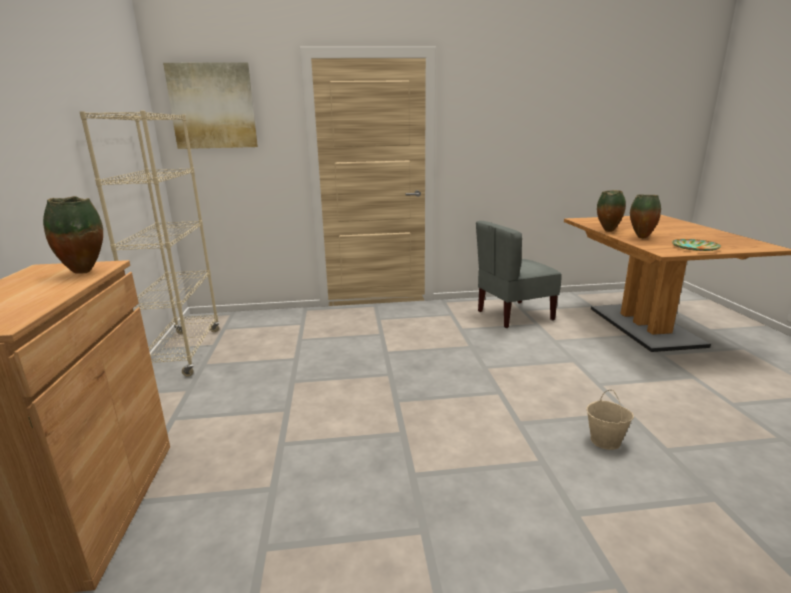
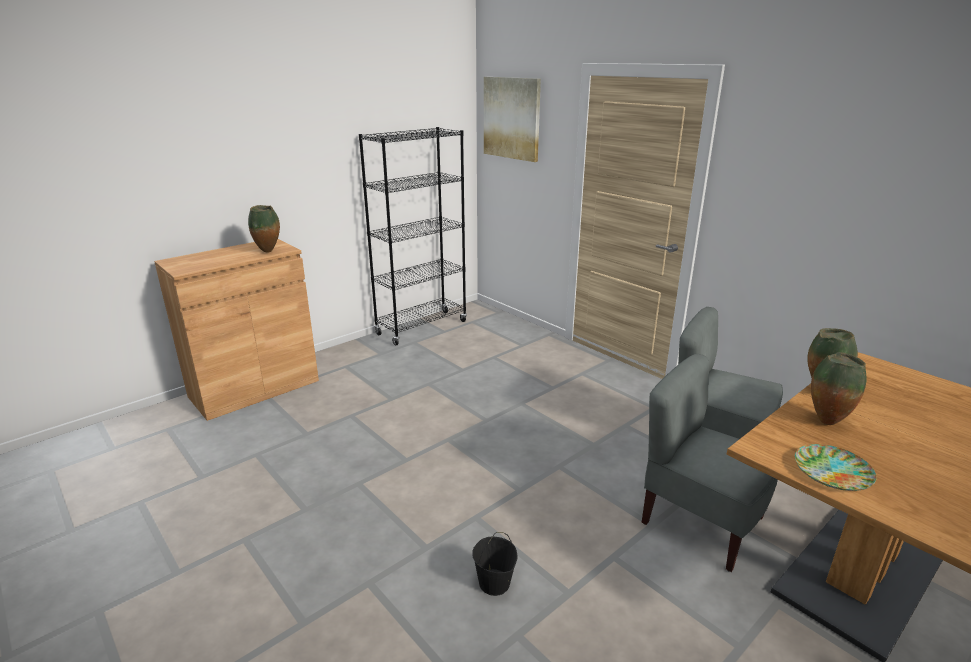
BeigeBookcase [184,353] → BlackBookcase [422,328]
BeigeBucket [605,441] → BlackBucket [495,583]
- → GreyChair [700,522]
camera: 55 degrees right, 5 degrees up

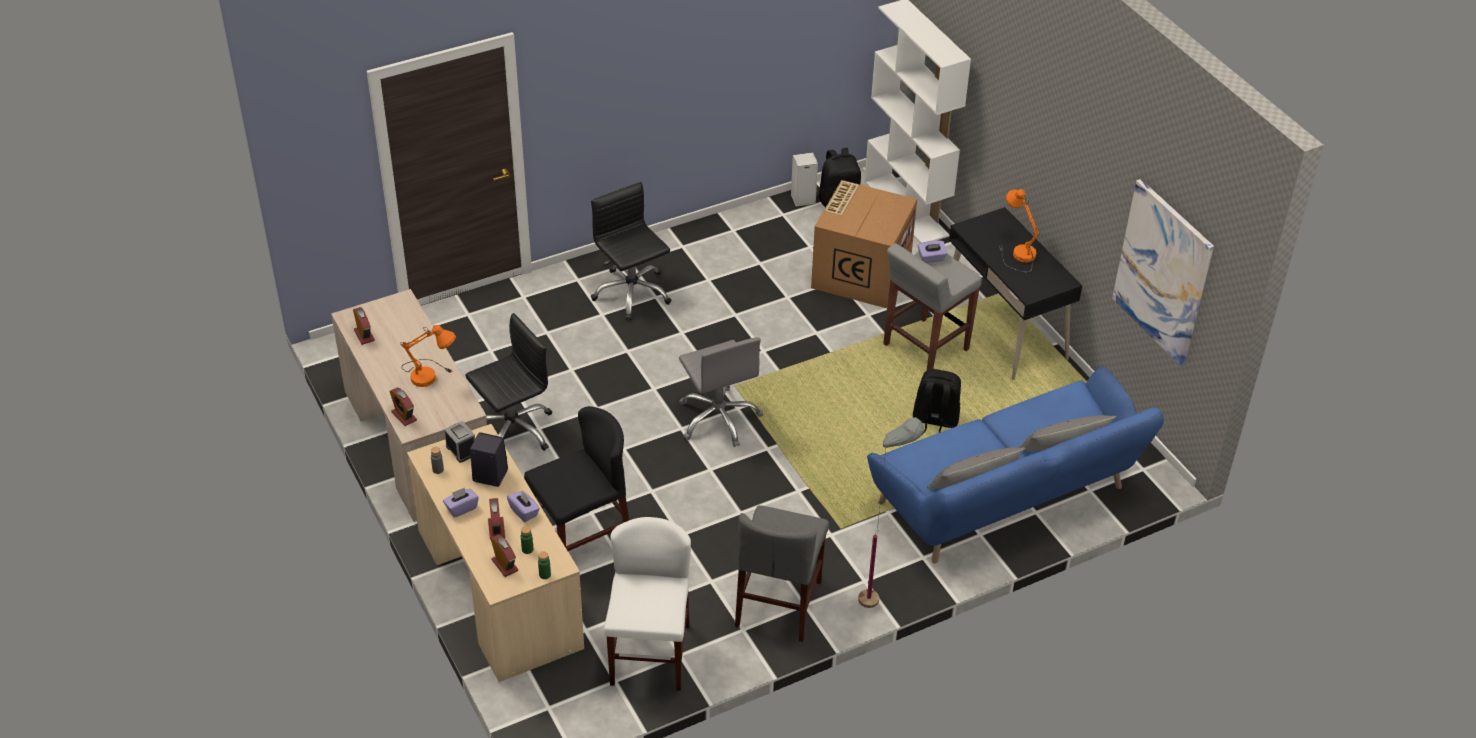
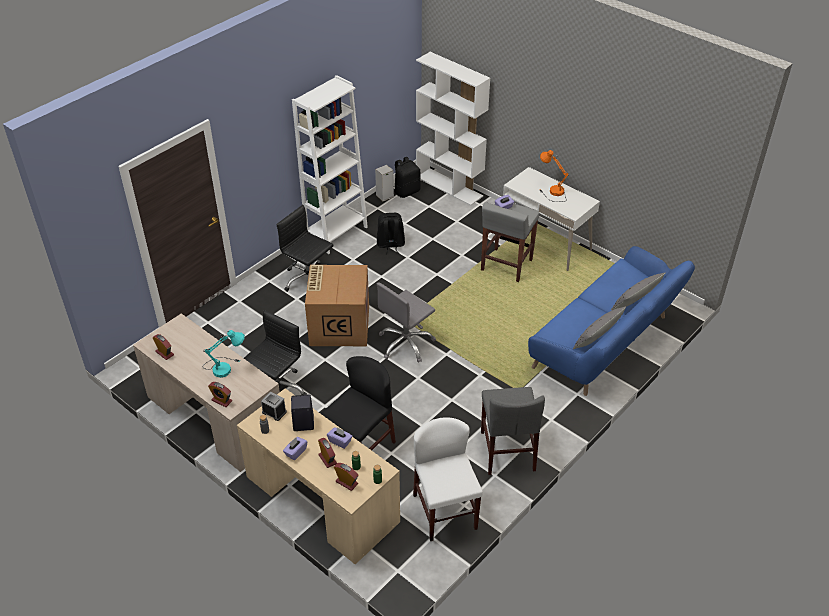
OrangeTableLamp [430,375] → TurquoiseTableLamp [225,367]
GreyOfficeChair [719,418] → GreyOfficeChair [406,343], 90 degrees clockwise
CardboardBox [860,273] → CardboardBox [339,325], relocated
GreyFloorLamp [881,594] → -
BlackBackpack [934,421] → BlackBackpack [390,245], relocated
BlackDesk [1004,329] → WhiteDesk [545,242]
Picture [1163,272] → -
- → WhiteBookcase [336,234]
camera: 20 degrees left, 0 degrees up

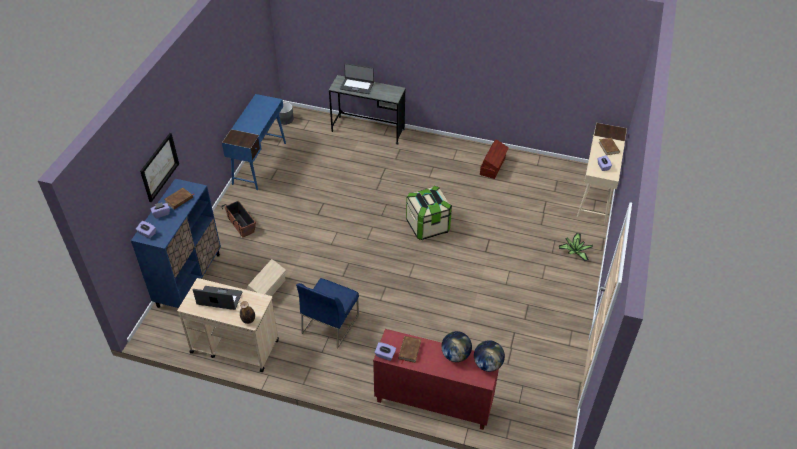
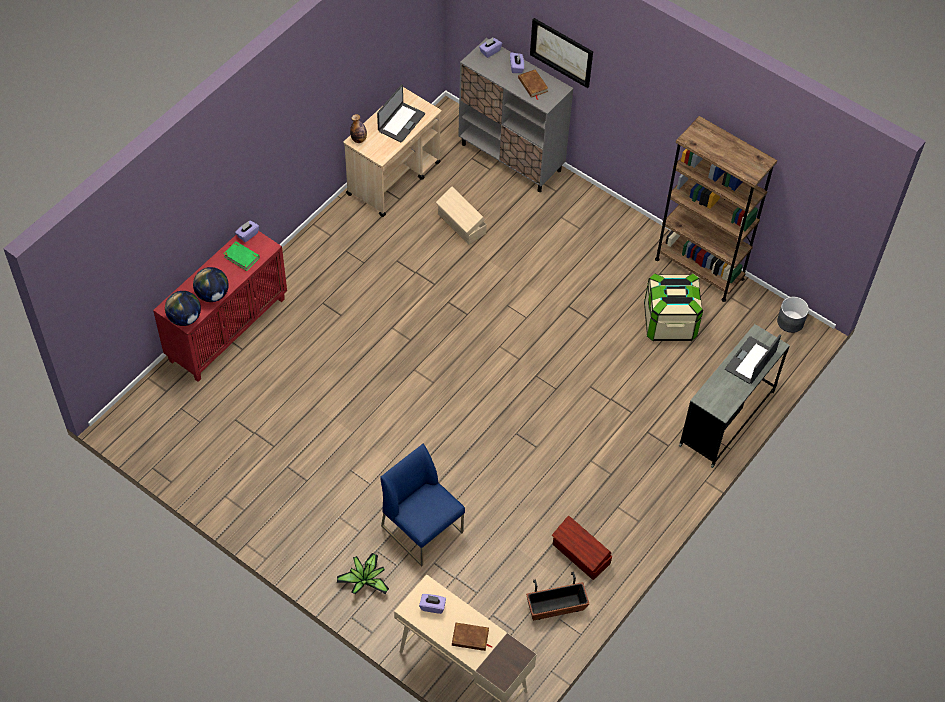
BlueCabinet [189,280] → GreyCabinet [511,157]
BlueDesk [259,163] → BrownBookcase [699,269]
Planter [241,224] → Planter [556,607], relocated
BlueChair [330,324] → BlueChair [423,529], relocated
BrownBook [409,350] → GreenBook [241,257]
StorageBox [427,226] → StorageBox [669,322], relocated
camera: 110 degrees right, 10 degrees up

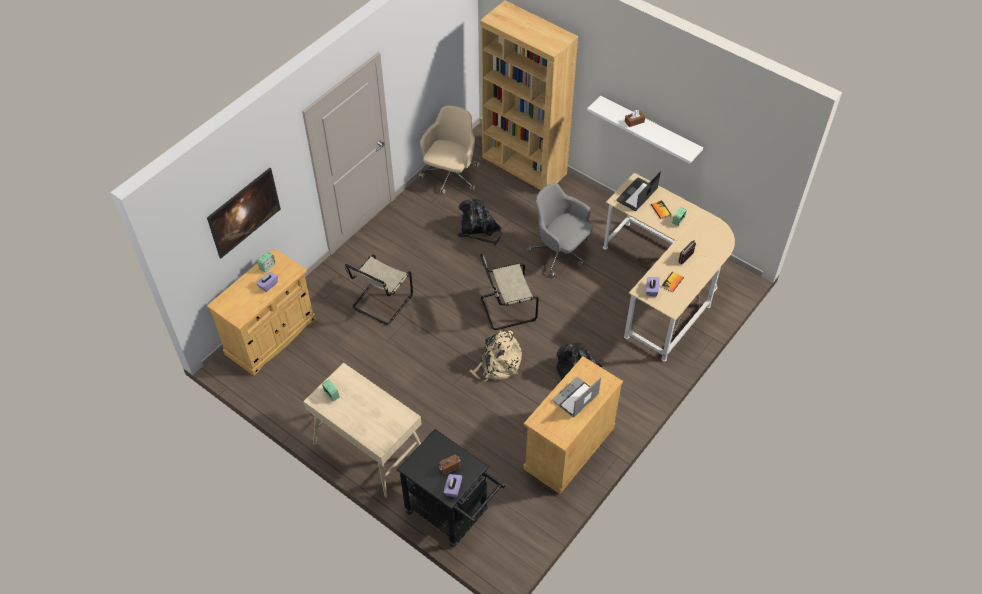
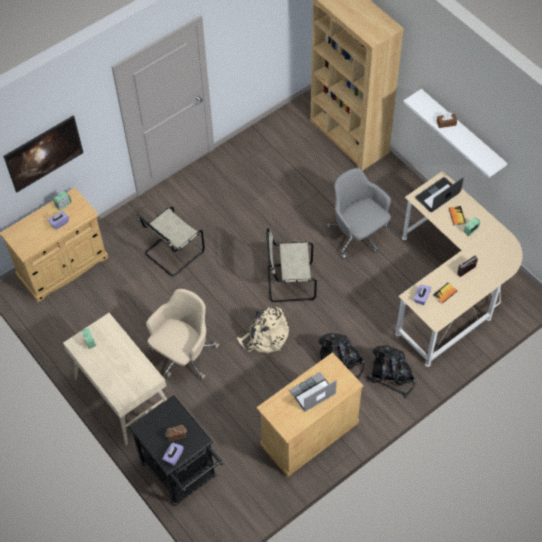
BeigeOfficeChair [450,176] → BeigeOfficeChair [183,355], relocated
BlackBackpack [479,230] → BlackBackpack [391,374], relocated
camera: 15 degrees right, 5 degrees up

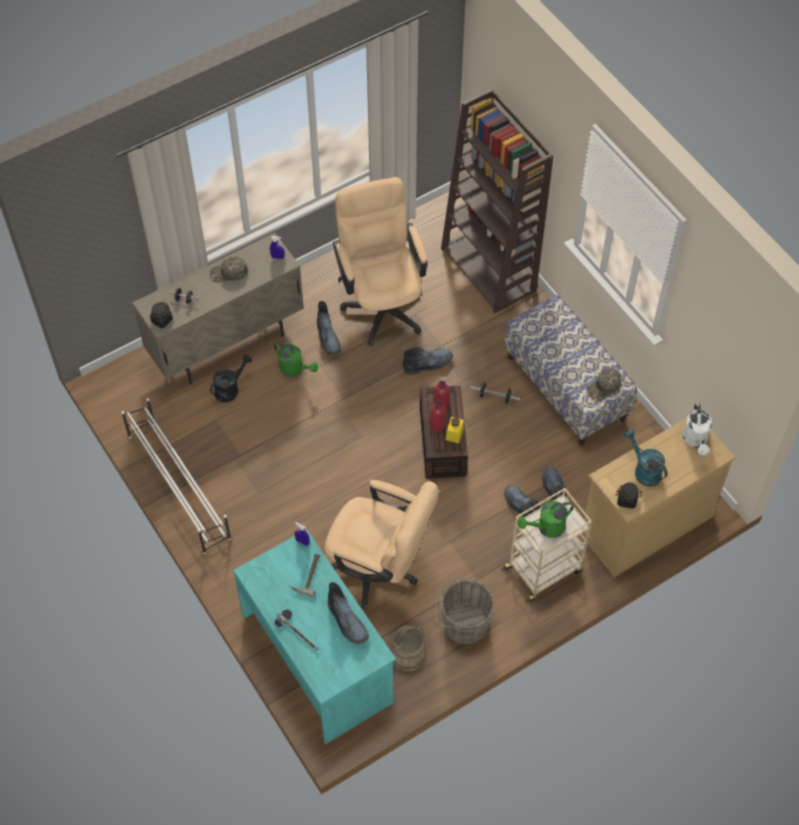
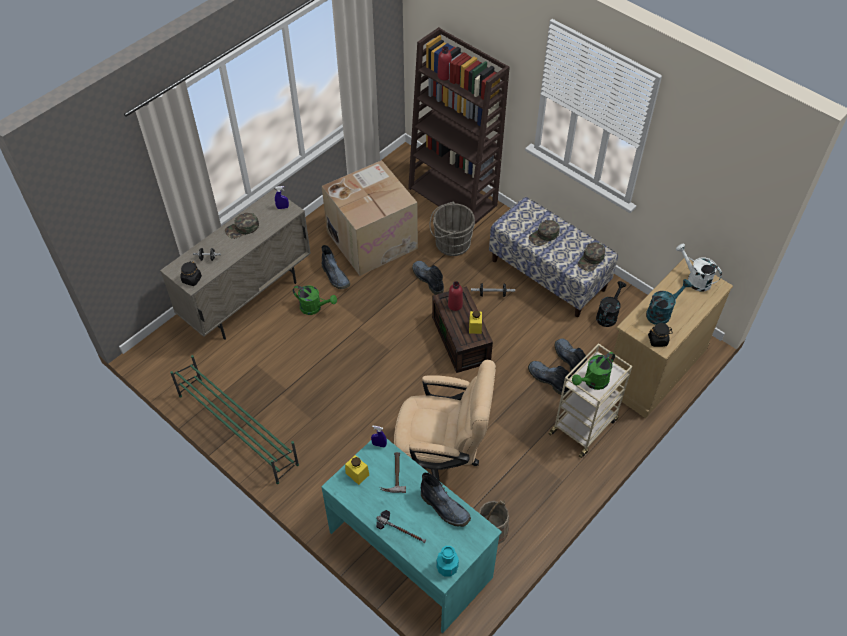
WhiteShoeRack [178,486] → GreenShoeRack [237,429]
BlackWateringCan [230,389] → BlackWateringCan [608,315], relocated
BeigeOfficeChair [381,302] → CardboardBox [372,239]
Boot [428,363] → Boot [427,279], 90 degrees counterclockwise
RedBottle [437,424] → RedBottle [444,76], relocated
GreyBucket [462,623] → GreyBucket [450,243], relocated
TurquoiseWateringCan [643,470] → TurquoiseWateringCan [662,312], 105 degrees clockwise
WhiteWateringCan [695,440] → WhiteWateringCan [695,279], 150 degrees clockwise
- → YellowJar [357,474]
- → TurquoiseBottle [447,567]
- → GreenCap [544,235]
camera: 15 degrees left, 5 degrees down

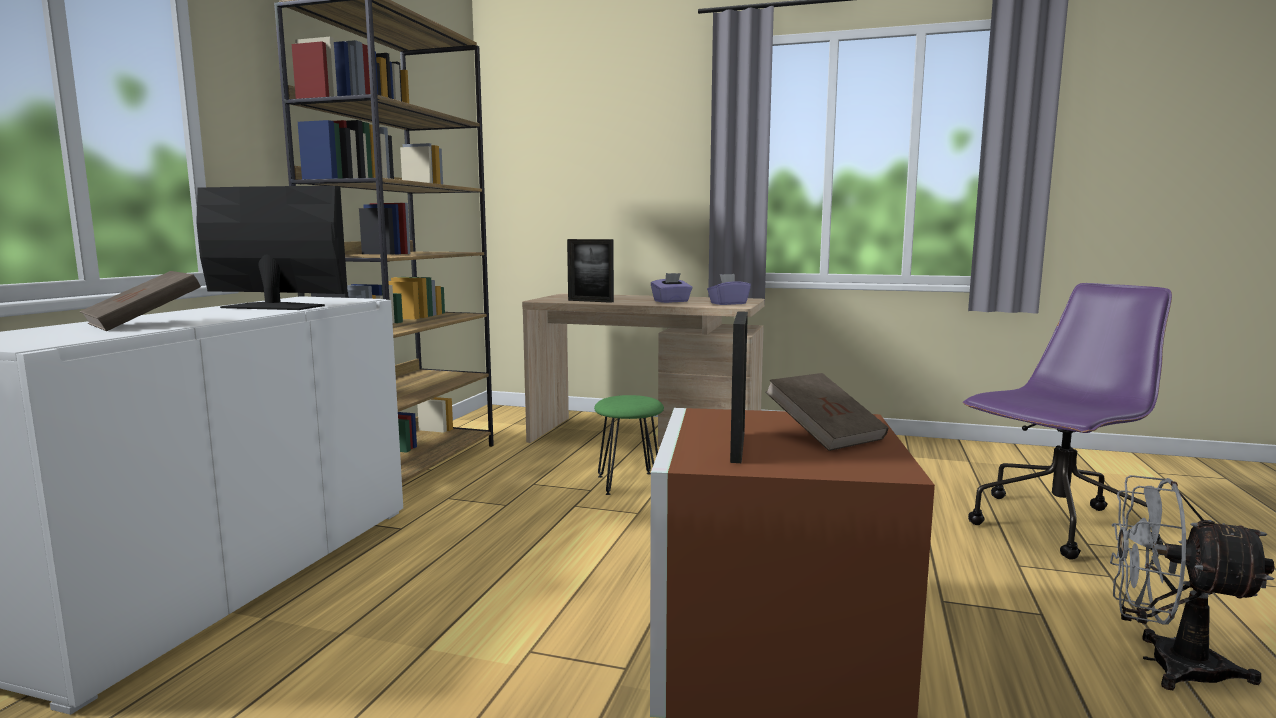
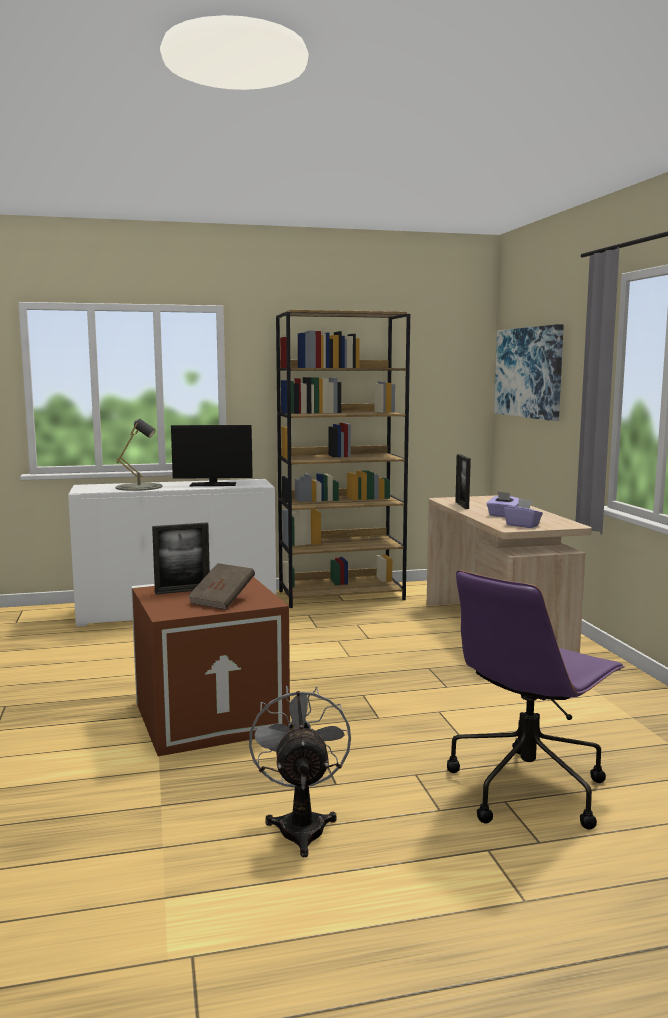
BrownBook [144,324] → GreyTableLamp [139,487]
Monitor [273,307] → Monitor [213,484], 105 degrees clockwise
GreenStool [628,483] → -
PurpleOfficeChair [1055,527] → PurpleOfficeChair [527,787], 105 degrees clockwise
- → Picture [528,372]
camera: 60 degrees right, 0 degrees up

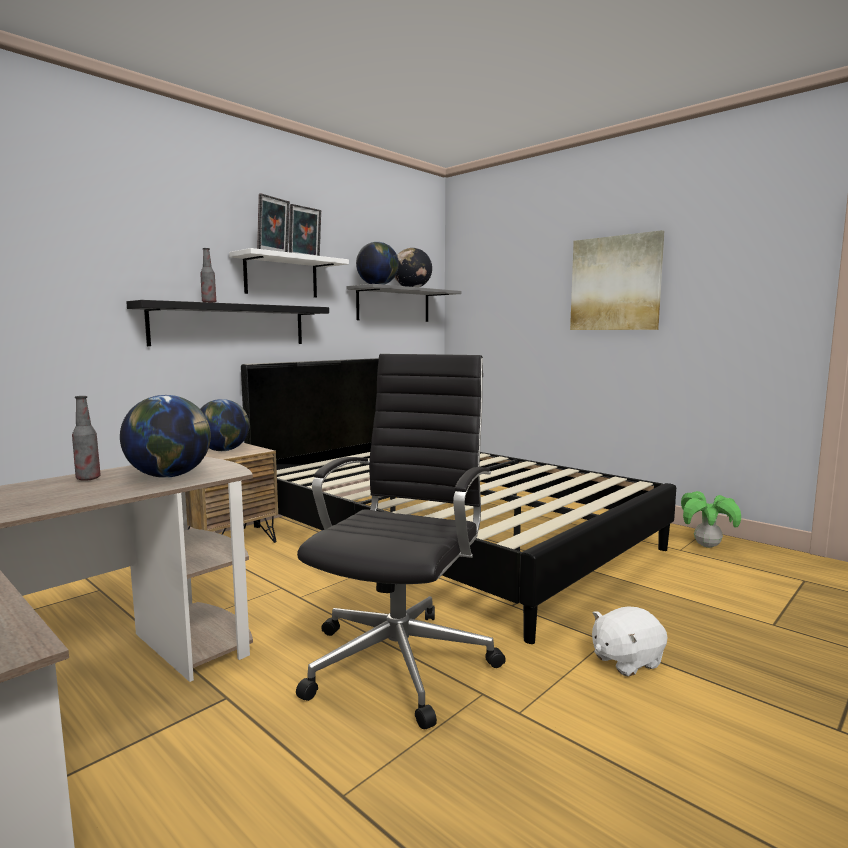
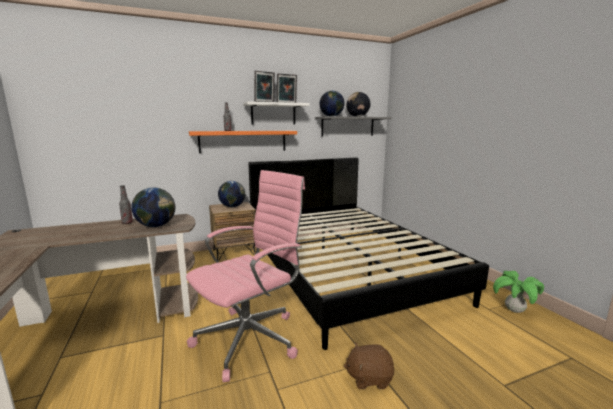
BlackShelf [230,325] → OrangeShelf [243,141]
BlackOfficeChair [402,659] → PinkOfficeChair [251,338]
Picture [615,283] → -
WhitePlushToy [626,660] → BrownPlushToy [369,378]
camera: 25 degrees right, 5 degrees up

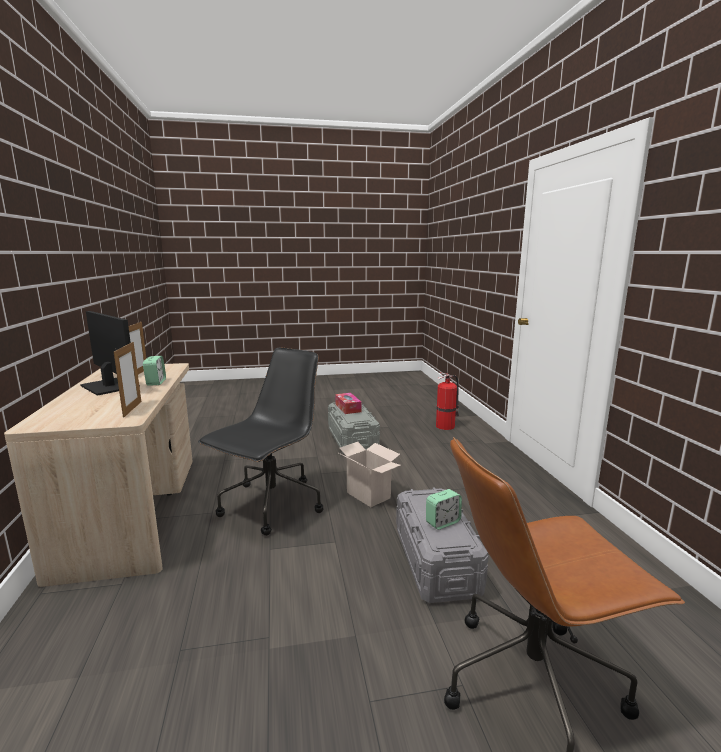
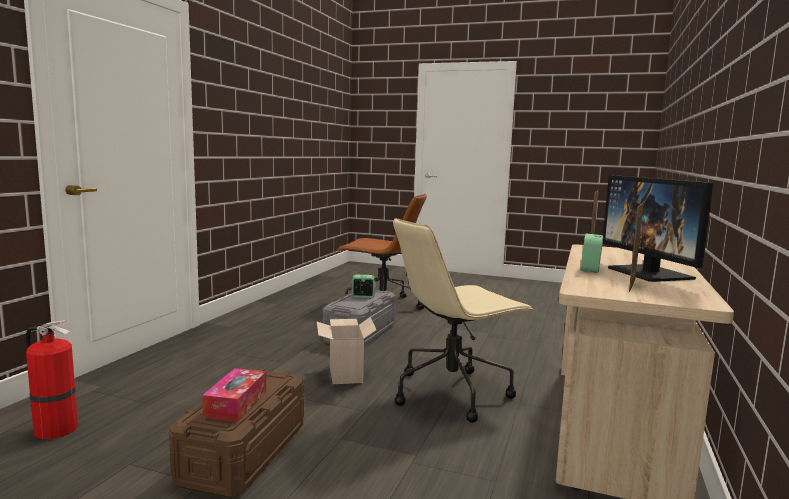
BlackOfficeChair [271,506] → BeigeOfficeChair [452,392]
GreyStorageBox [352,440] → BrownStorageBox [244,453]
camera: 150 degrees left, 5 degrees down

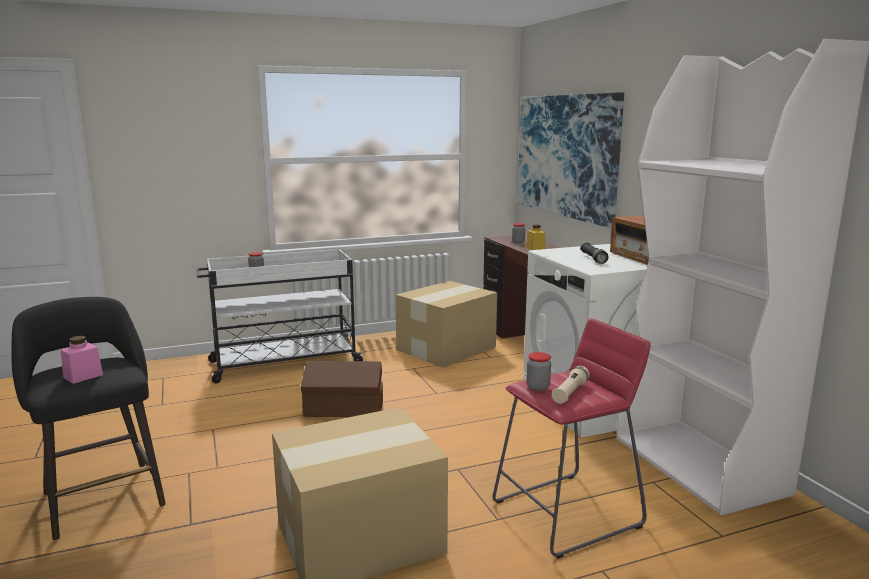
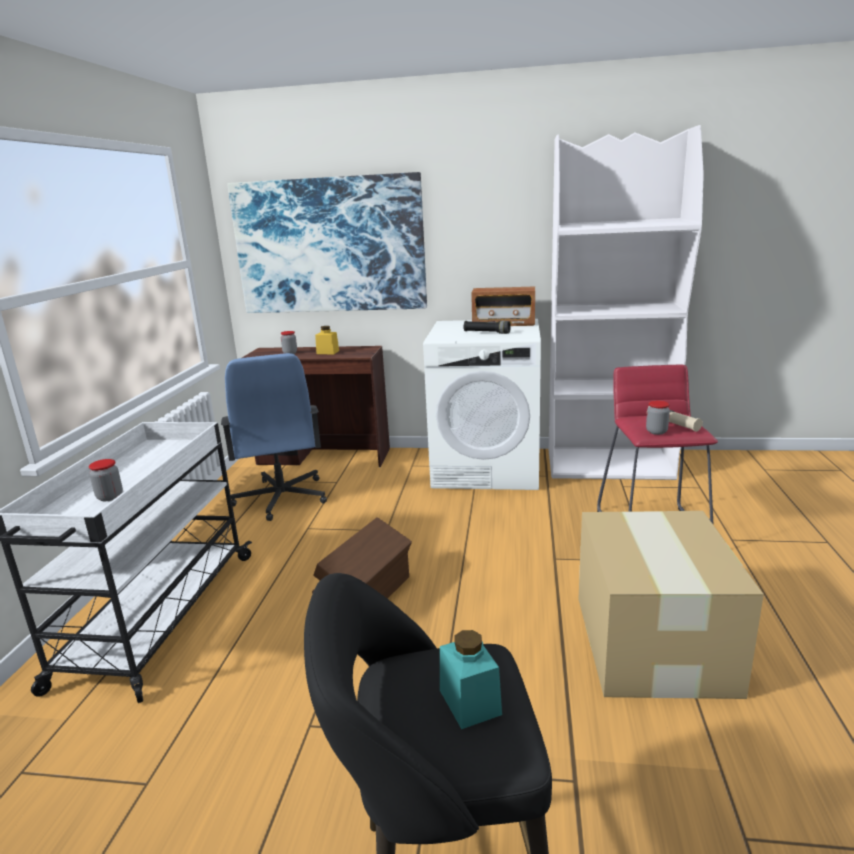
PinkJar [83,376] → TurquoiseJar [470,702]
CardboardBox [445,348] → BlueOfficeChair [281,498]
camera: 60 degrees left, 5 degrees up

